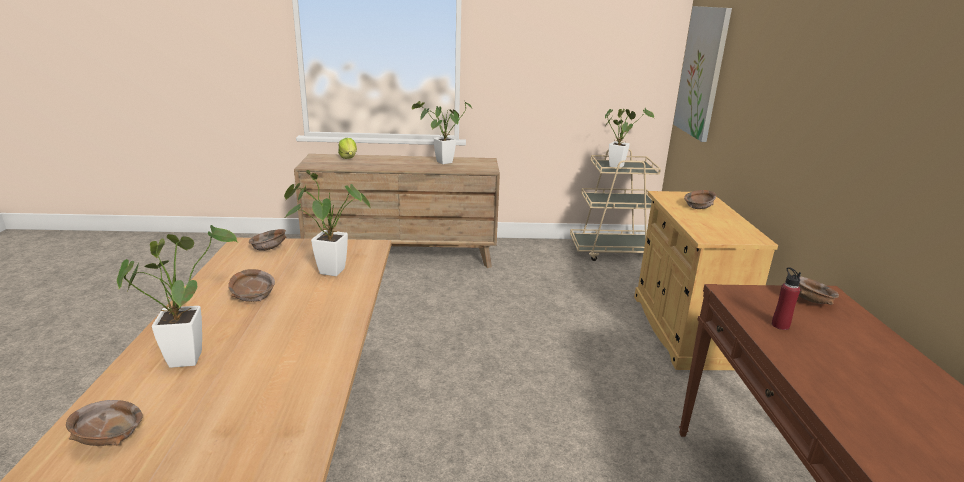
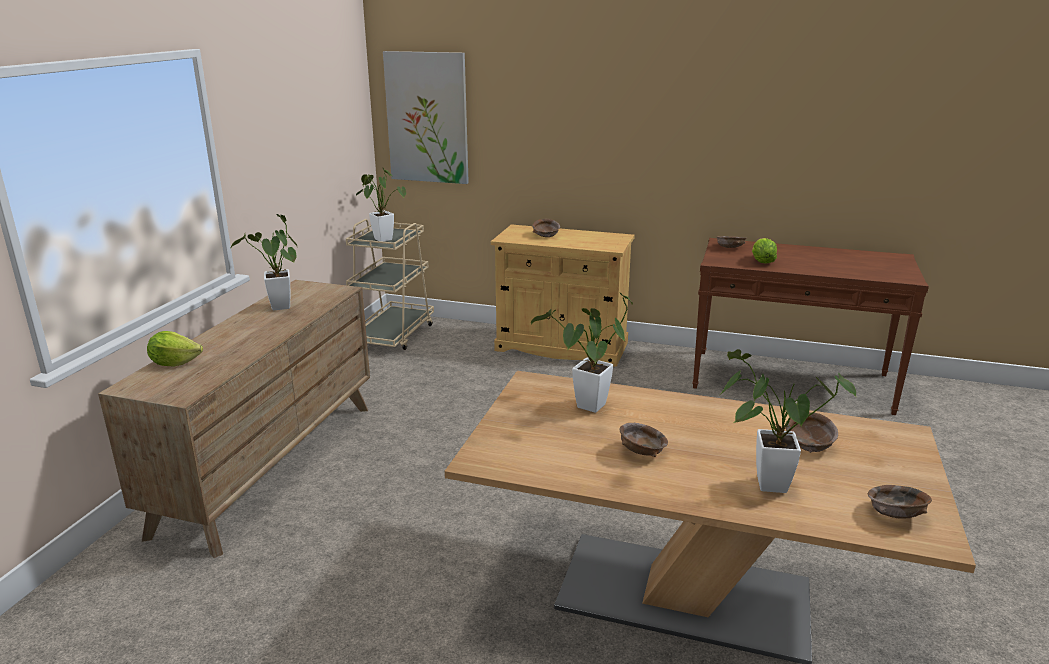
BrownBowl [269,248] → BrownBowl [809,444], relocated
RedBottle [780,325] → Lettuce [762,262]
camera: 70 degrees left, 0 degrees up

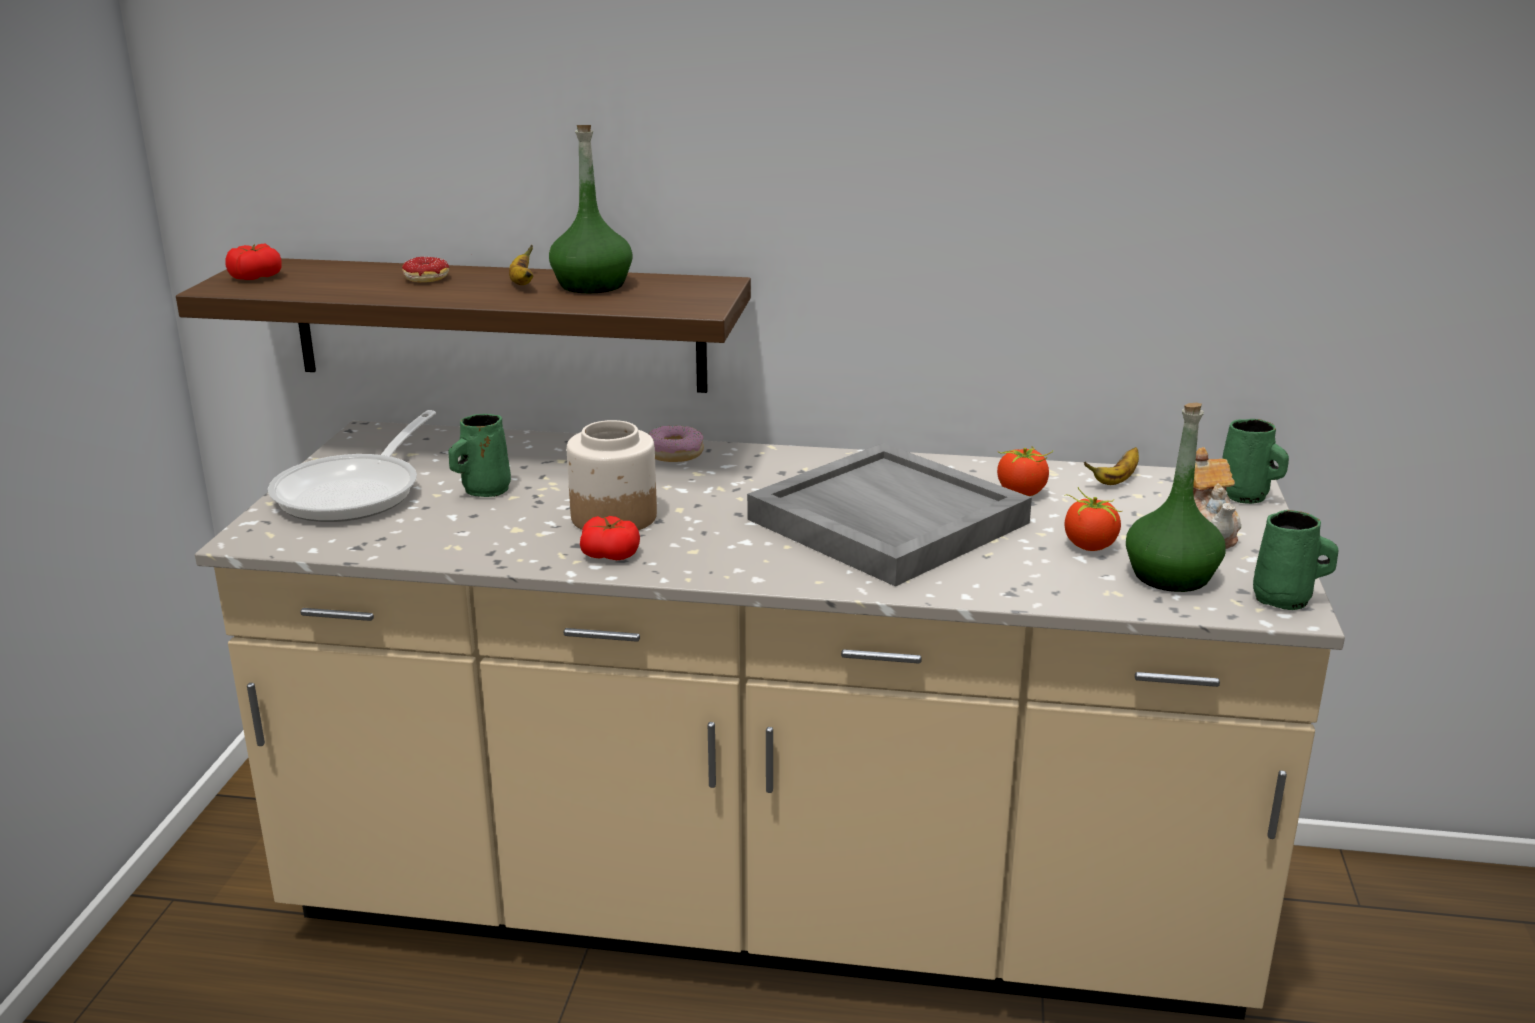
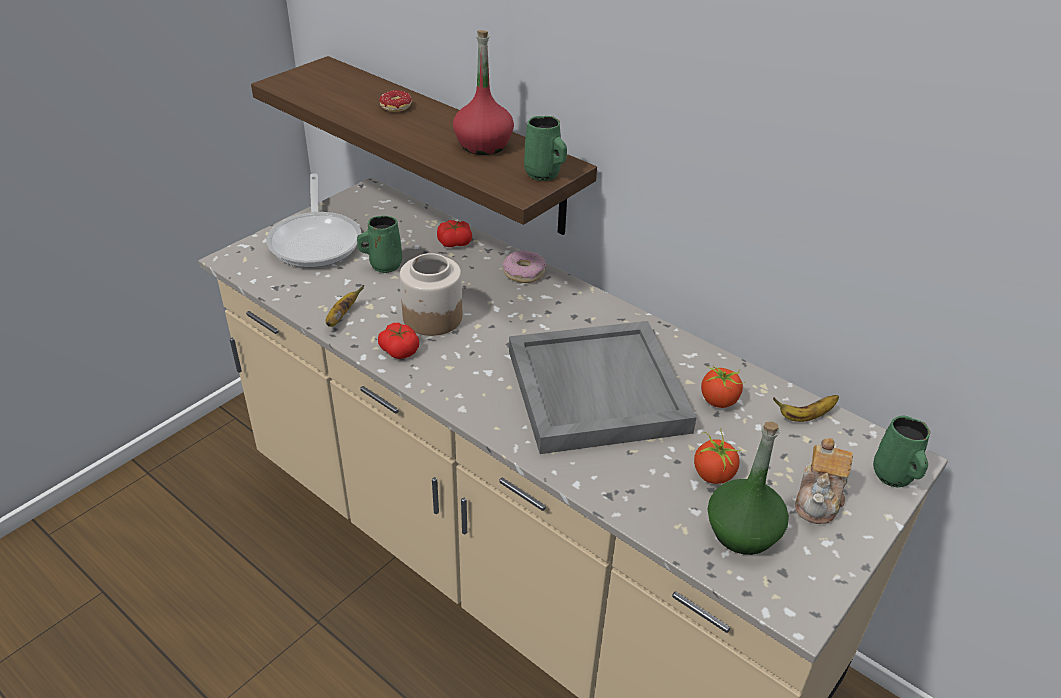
Tomato [255,277] → Tomato [454,242], relocated
FryingPan [356,492] → FryingPan [316,240], 60 degrees counterclockwise
Banana [522,283] → Banana [341,317], relocated
GreenBottle [592,285] → RedBottle [483,144]
GreenMug [1285,600] → GreenMug [543,174], relocated
camera: 30 degrees right, 15 degrees up

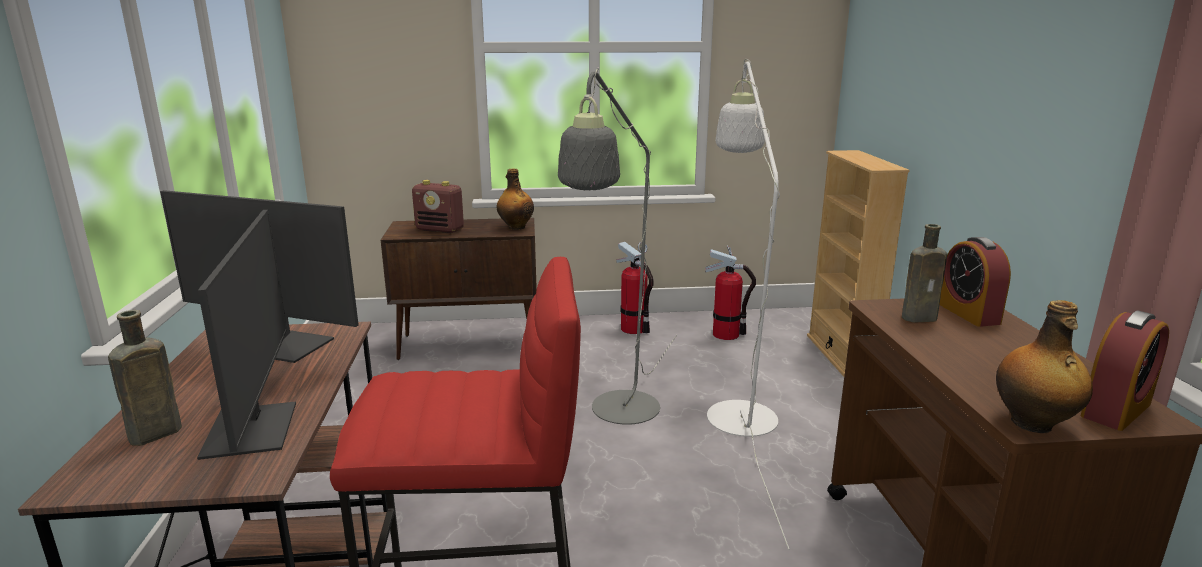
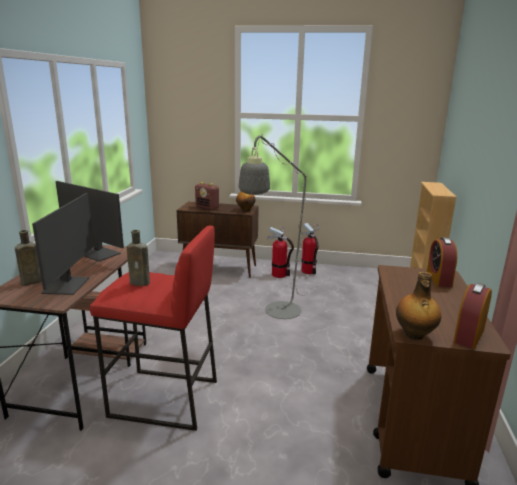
FireExtinguisher [726,334] → FireExtinguisher [279,274], relocated
WhiteFloorLamp [738,408] → -
BrownBottle [921,318] → BrownBottle [141,283], relocated
AlarmClock [1115,410] → AlarmClock [469,336], 150 degrees clockwise
camera: 15 degrees right, 0 degrees up

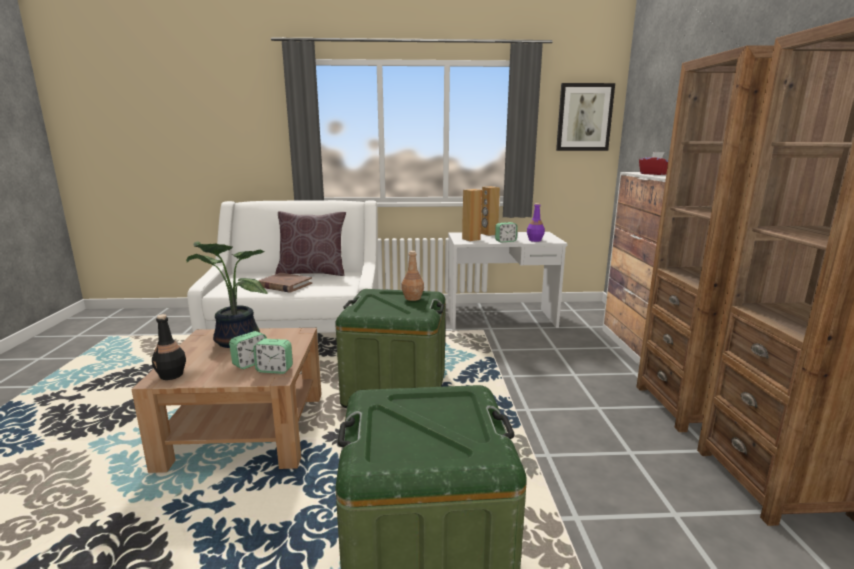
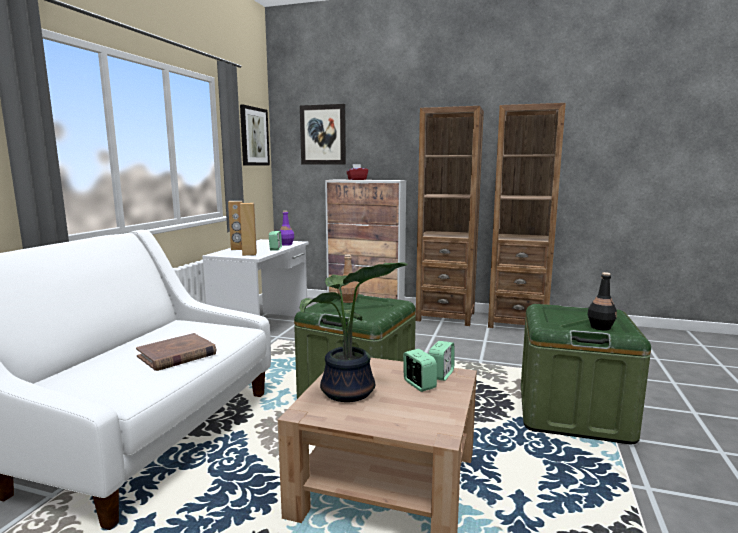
BlackBottle [172,375] → BlackBottle [600,327], relocated
BrownPillow [312,272] → -
- → Picture [323,135]
camera: 70 degrees left, 5 degrees down

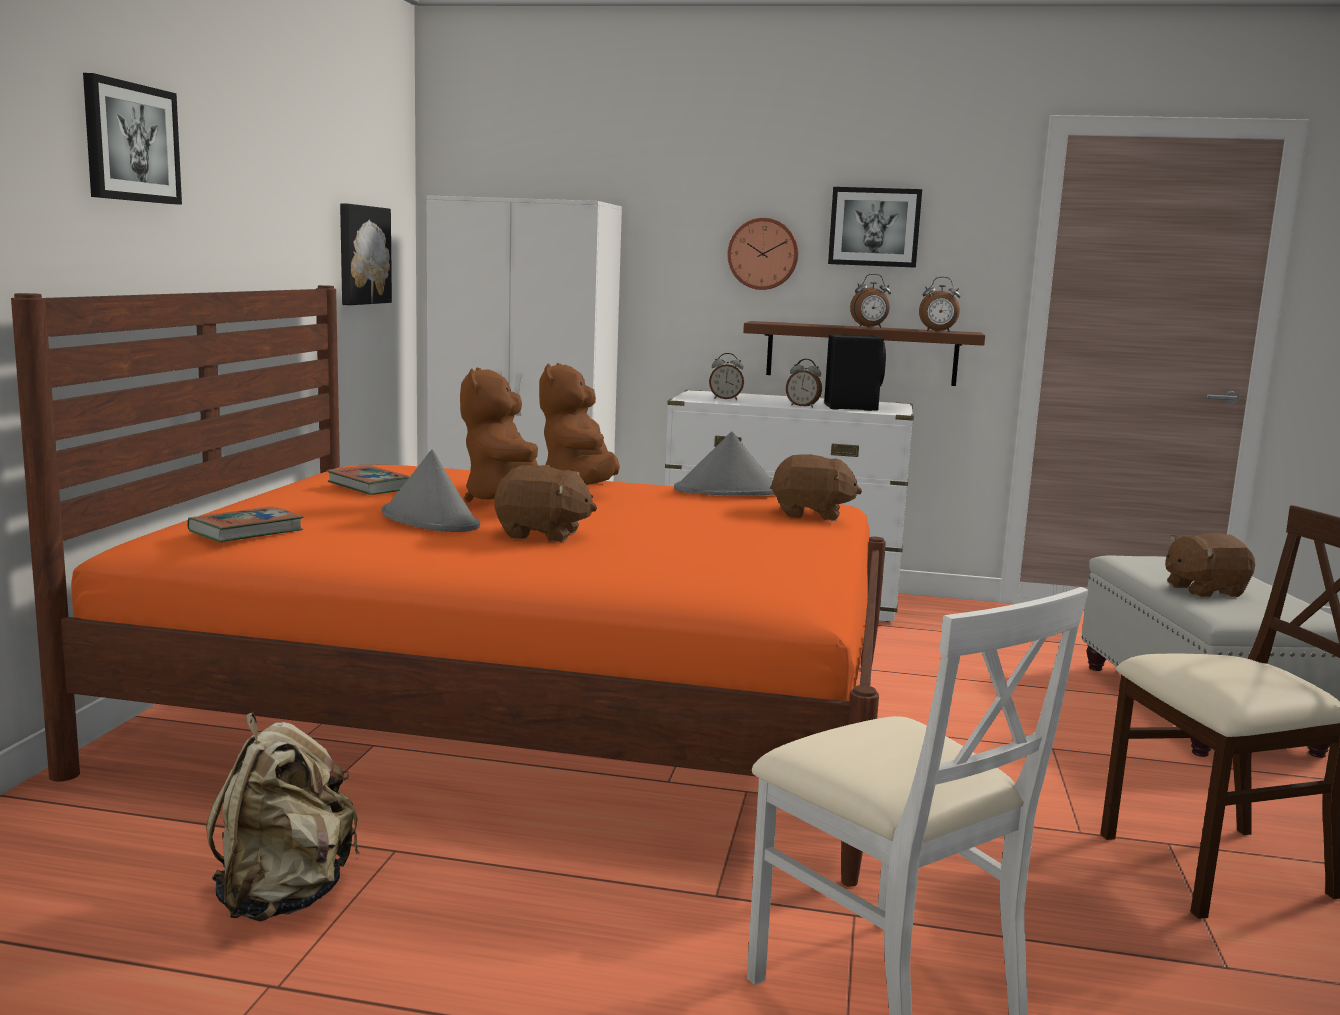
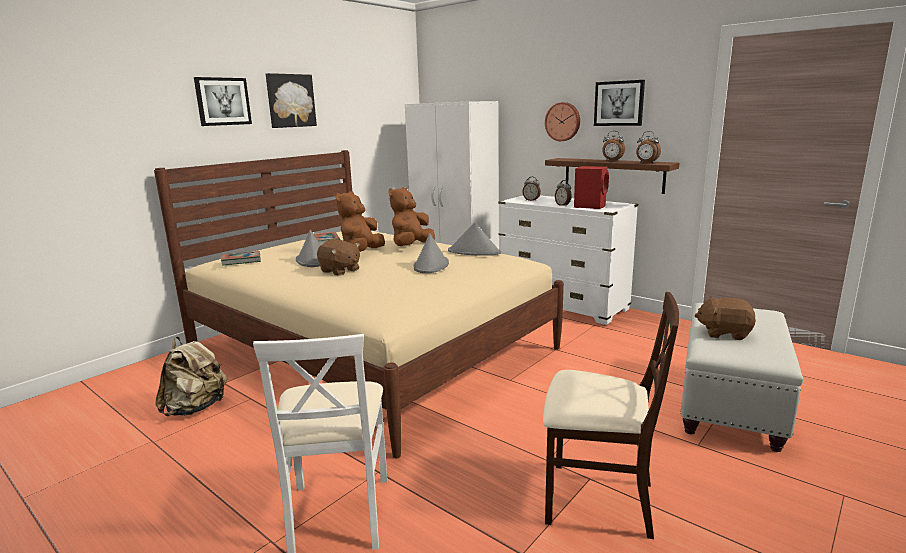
OrangeBed [527,713] → BeigeBed [370,348]
Picture [362,255] → Picture [290,101], relocated
BrownPlushToy [811,514] → -
BlackSpeaker [851,407] → RedSpeaker [590,206]
- → GreyHat [431,265]
camera: 30 degrees right, 5 degrees up

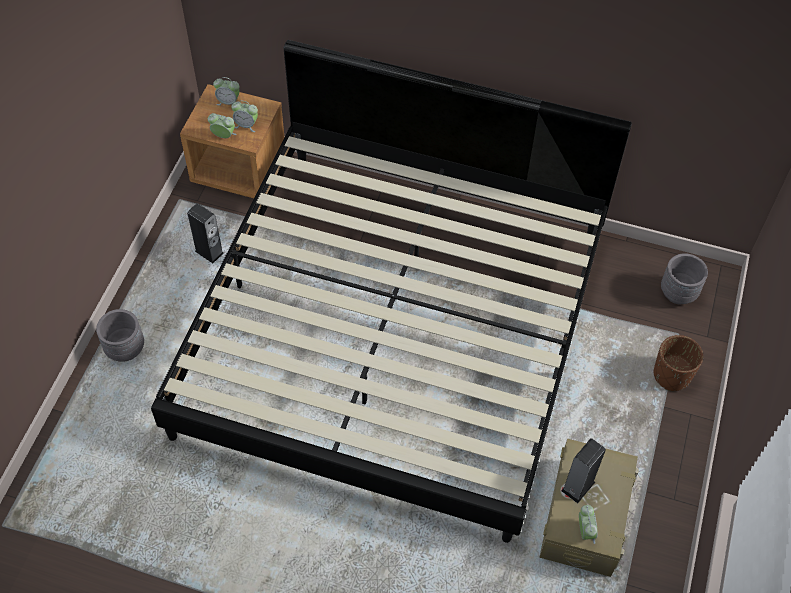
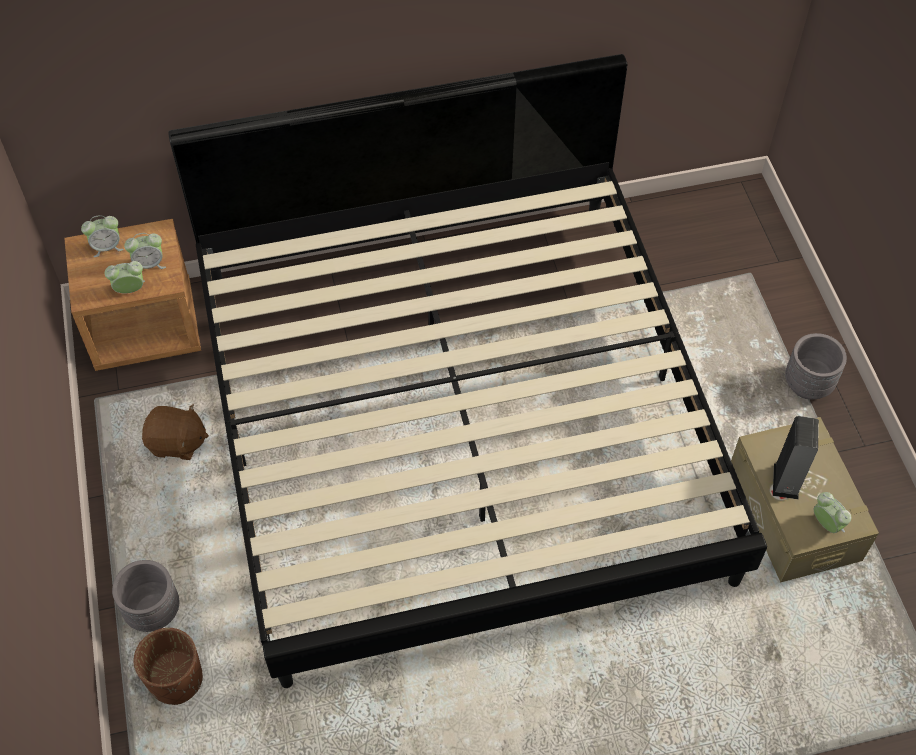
Speaker [209,252] → BrownPlushToy [177,443]
BrownPlanter [672,375] → BrownPlanter [177,679], relocated
GreyPlanter [678,293] → GreyPlanter [808,384], relocated
camera: 30 degrees left, 0 degrees up

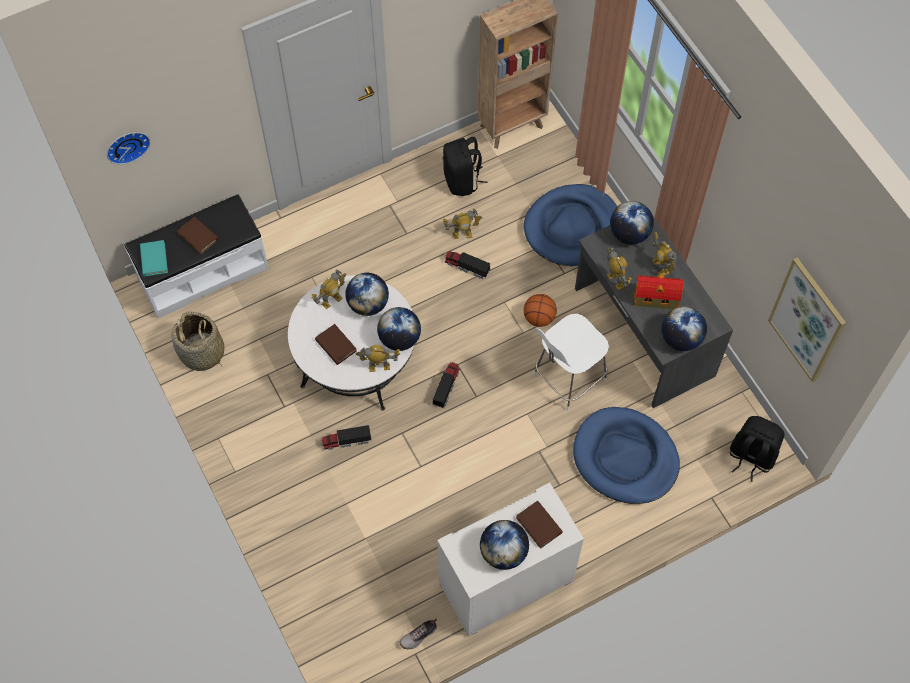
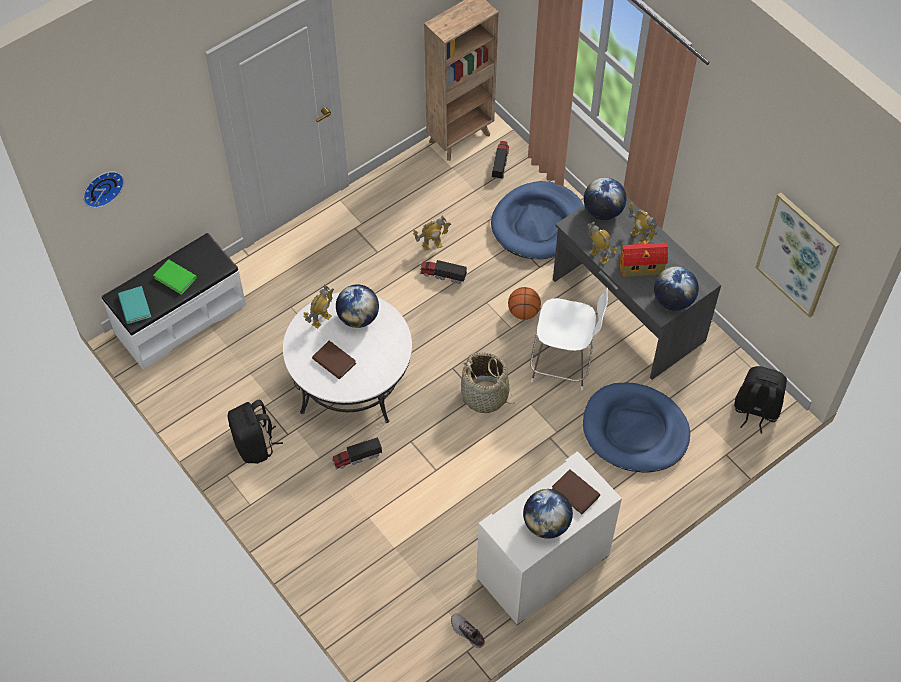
Basket [202,353] → Basket [485,395], relocated
BrownBook [198,236] → GreenBook [175,278]
ToyRobot [379,367] → -
Globe [399,339] → -
Shoe [419,636] → Shoe [467,633], 90 degrees clockwise
ToyTruck [446,387] → ToyTruck [500,163], relocated
BlackBackpack [462,180] → BlackBackpack [255,445], relocated
WhiteChair [567,378] → WhiteChair [563,364], 120 degrees counterclockwise
camera: 10 degrees left, 5 degrees down

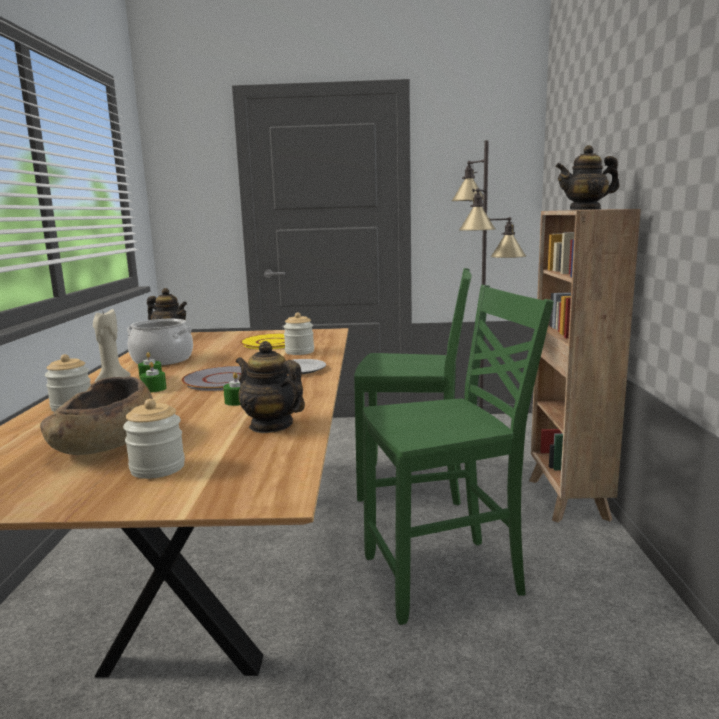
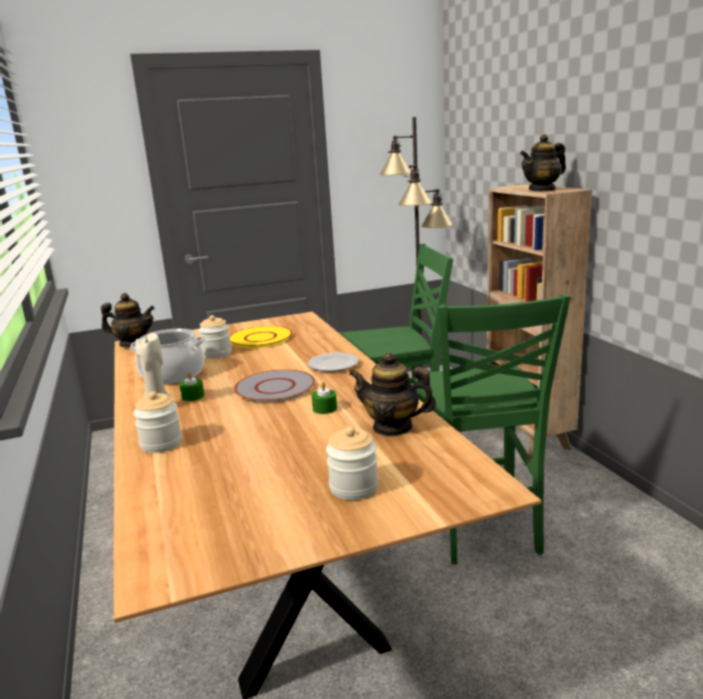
BrownBowl [105,443] → -
GreenCandle [154,389] → -
Jar [299,352] → Jar [217,353], relocated
GreenChair [445,577] → GreenChair [480,526], 120 degrees clockwise
camera: 20 degrees left, 5 degrees up

